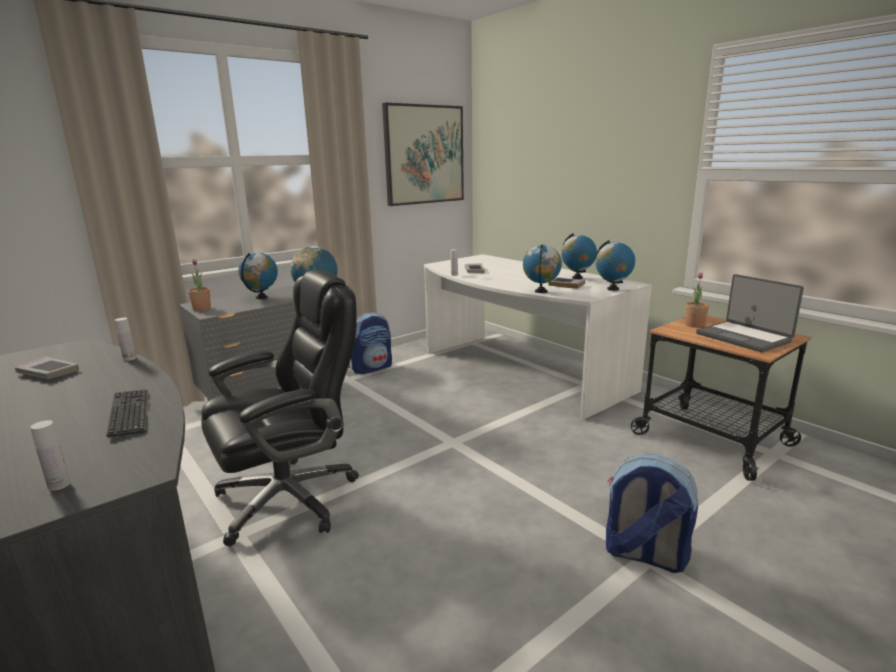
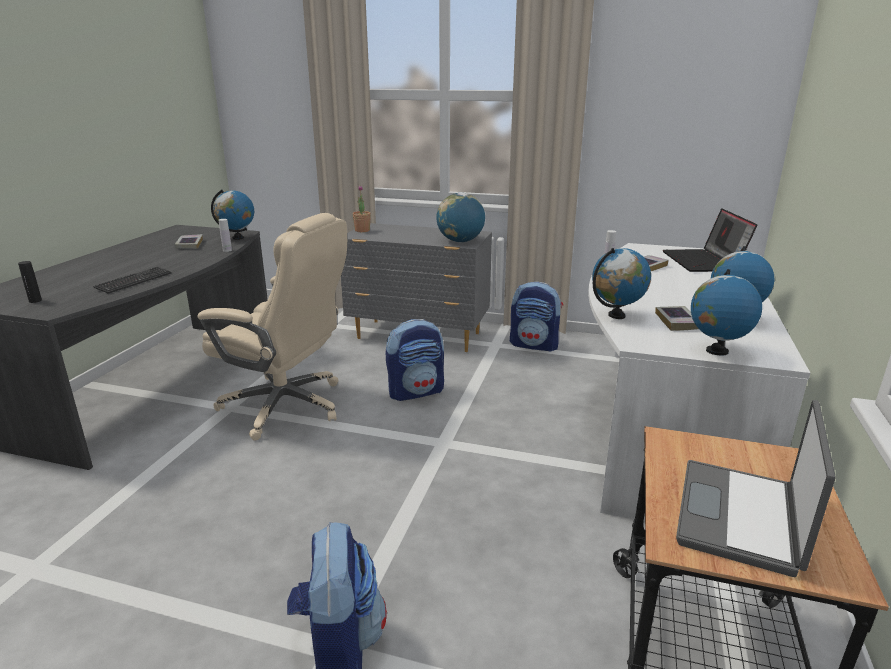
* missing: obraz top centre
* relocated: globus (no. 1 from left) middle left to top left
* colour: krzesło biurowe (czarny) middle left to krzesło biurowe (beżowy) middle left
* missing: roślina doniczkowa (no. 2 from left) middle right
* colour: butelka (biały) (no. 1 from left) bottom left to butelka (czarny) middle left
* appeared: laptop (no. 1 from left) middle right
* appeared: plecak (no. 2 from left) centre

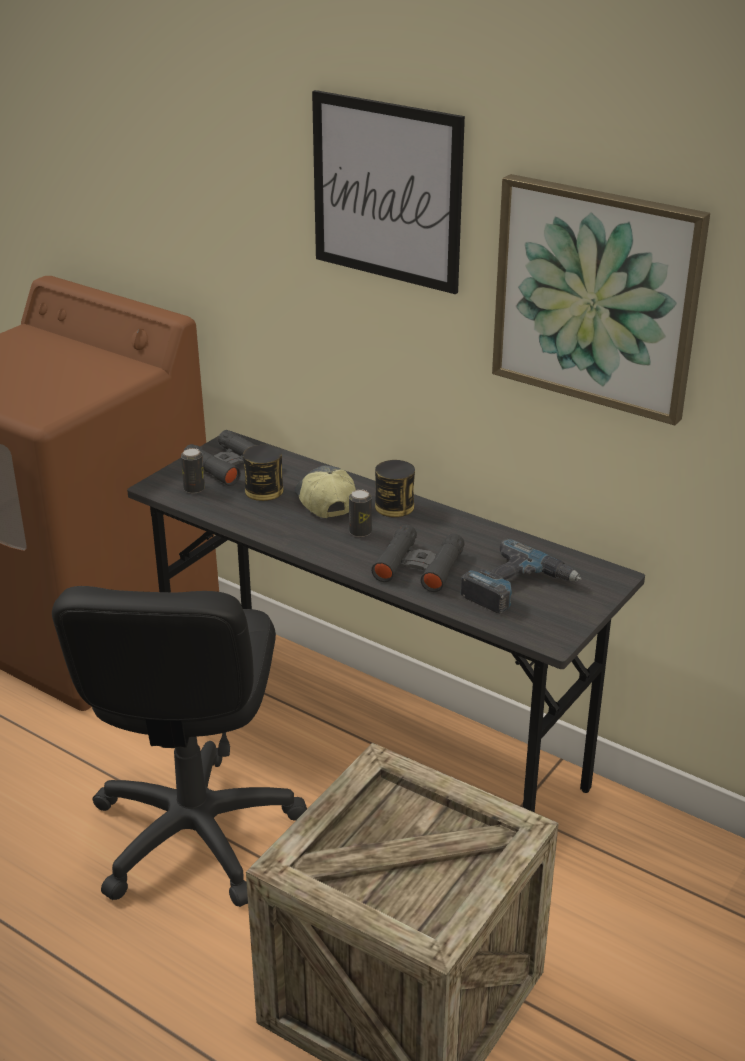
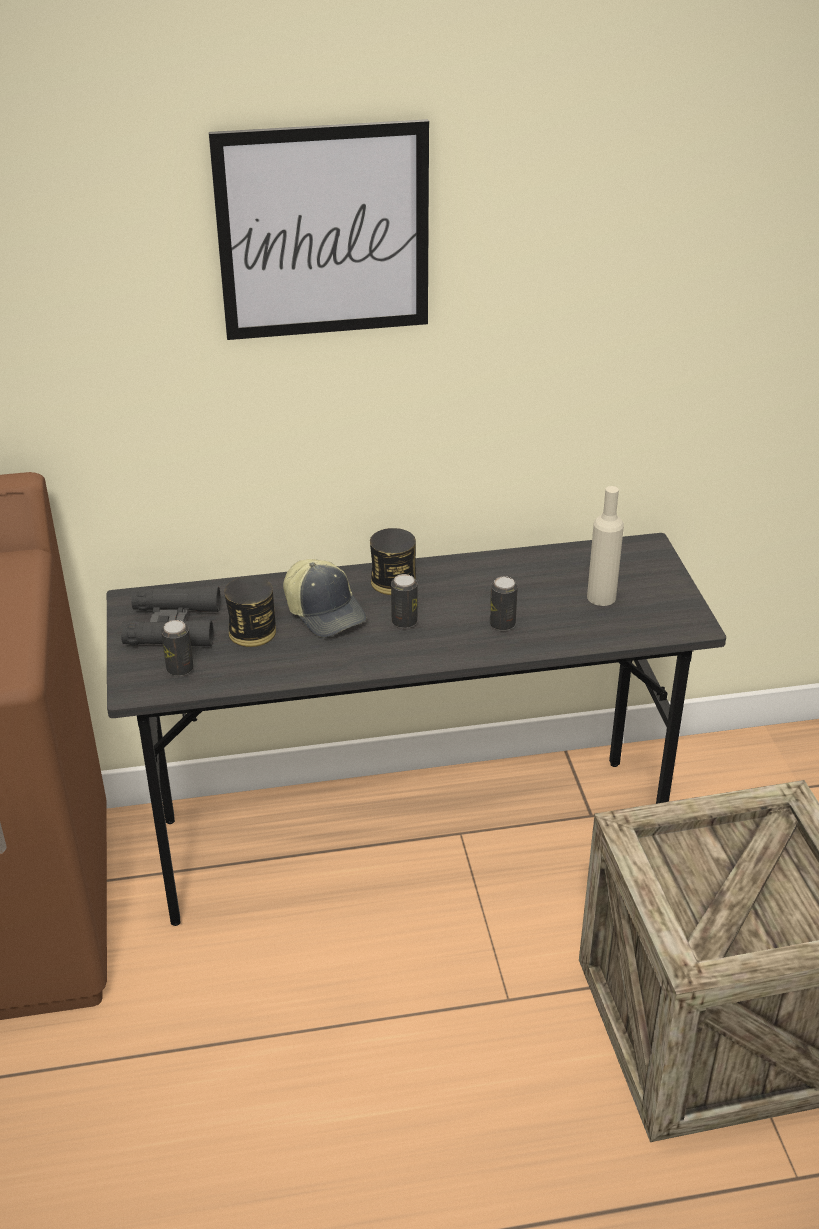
* missing: obraz (no. 2 from left) top right
* spun: czapka z daszkiem centre = centre 150 degrees counterclockwise
* exchanged: lornetka (czarny) (no. 2 from left) centre to puszka (no. 5 from left) centre
* exchanged: wiertarka middle right to butelka (beżowy) middle right
* missing: krzesło biurowe (czarny) bottom left

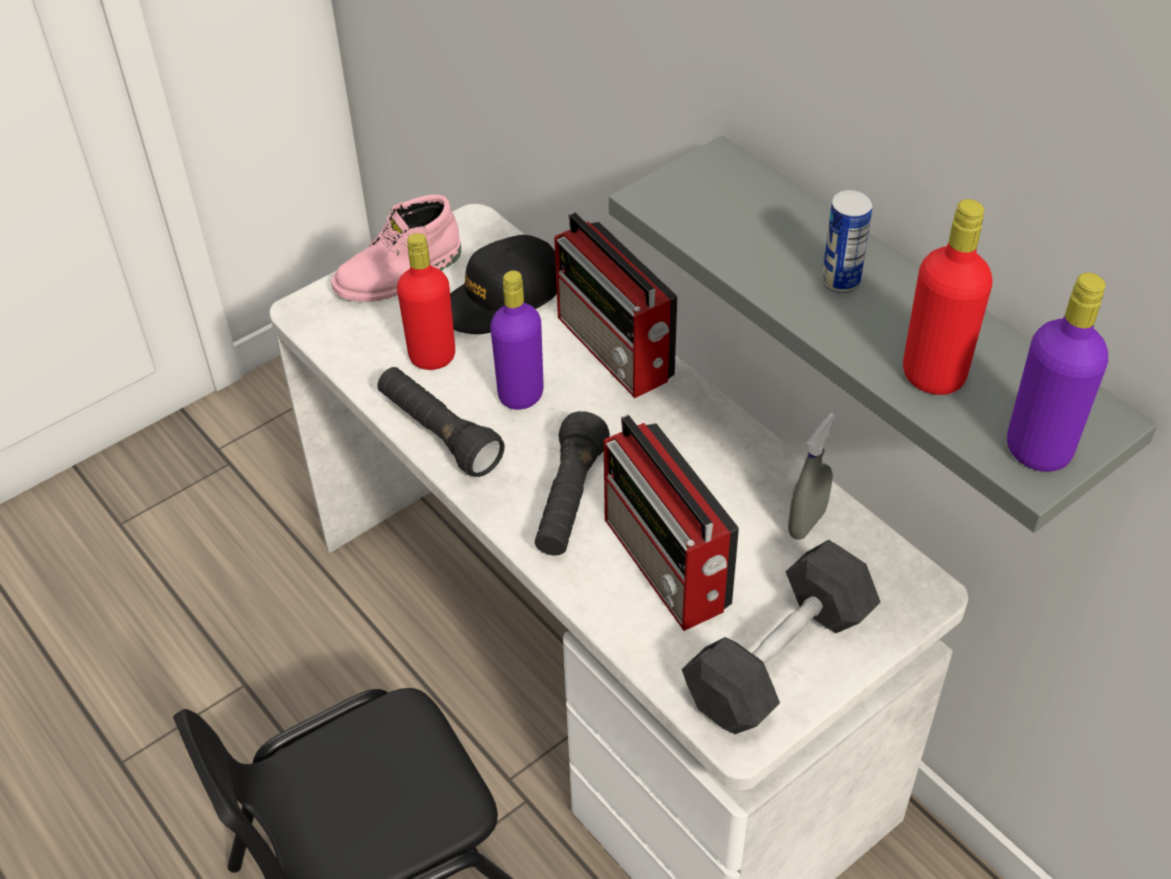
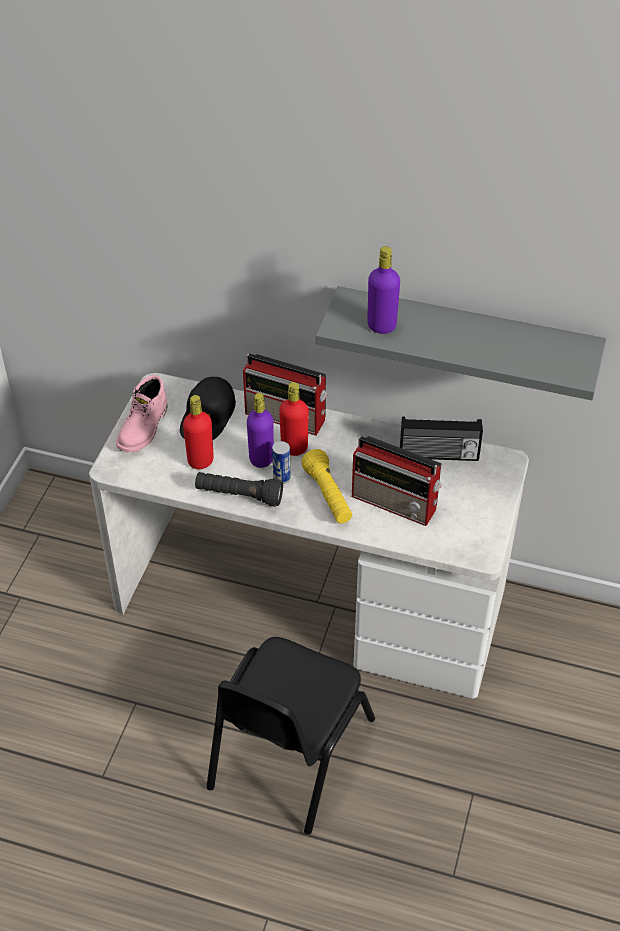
* relocated: puszka top right to centre
* relocated: butelka (czerwony) (no. 2 from left) middle right to centre
* relocated: butelka (fioletowy) (no. 2 from left) middle right to top centre
* colour: latarka (czarny) (no. 2 from left) centre to latarka (żółty) centre
* exchanged: spryskiwacz (szary) middle right to radio (no. 3 from left) middle right
* missing: hantel (szary) bottom right

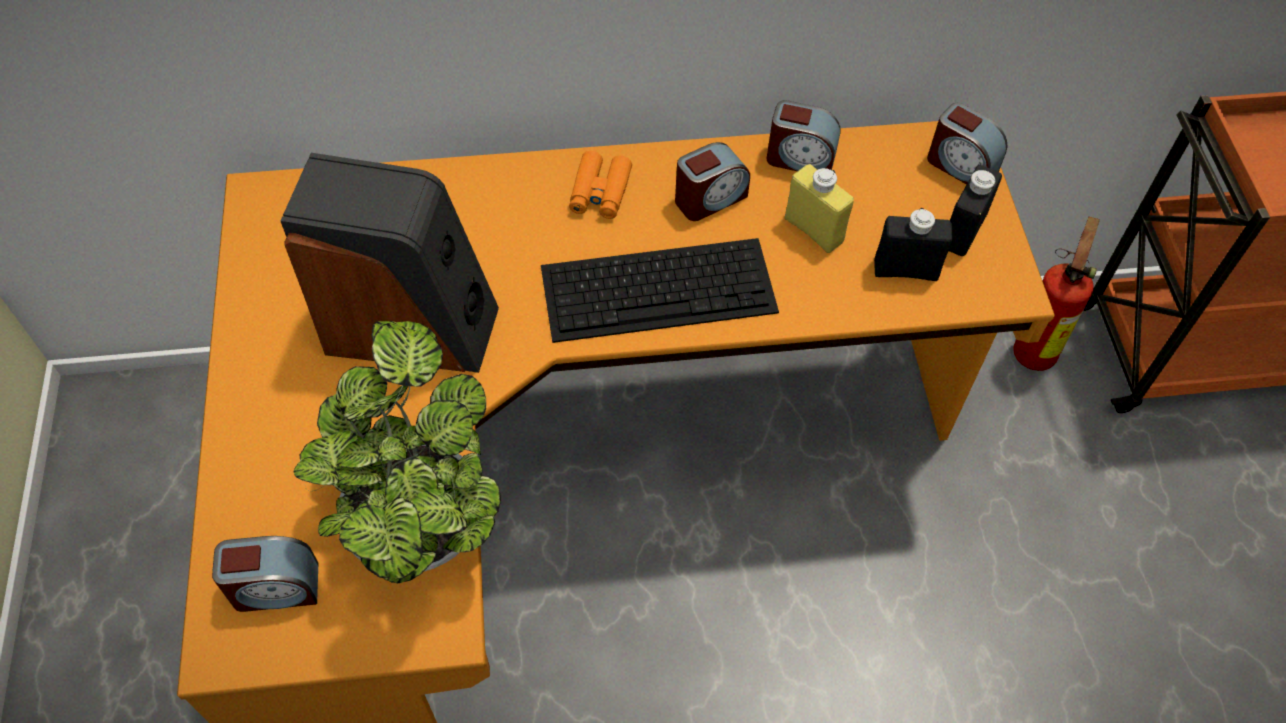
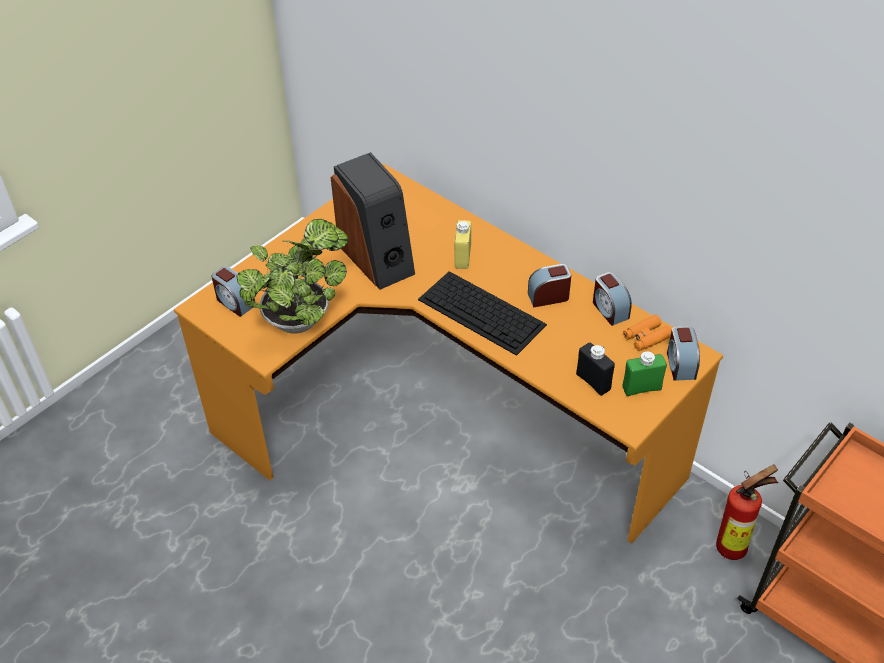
* spun: budzik (no. 2 from left) top centre = centre 150 degrees clockwise
* relocated: lornetka (pomarańczowy) top centre to middle right
* relocated: butelka (żółty) top centre to centre
* colour: butelka (czarny) (no. 2 from left) top right to butelka (zielony) middle right

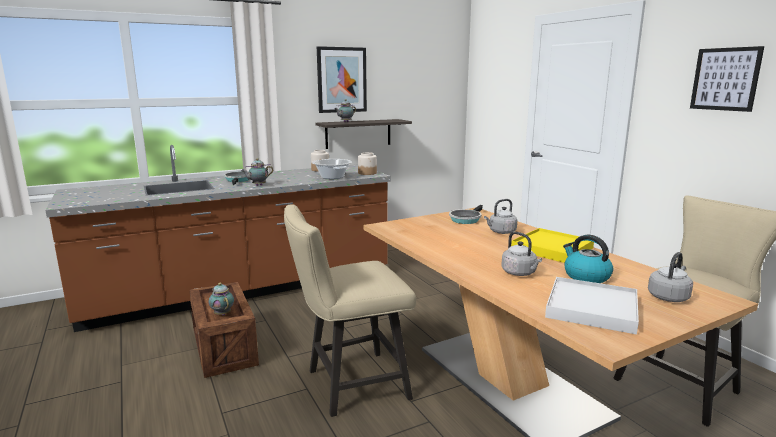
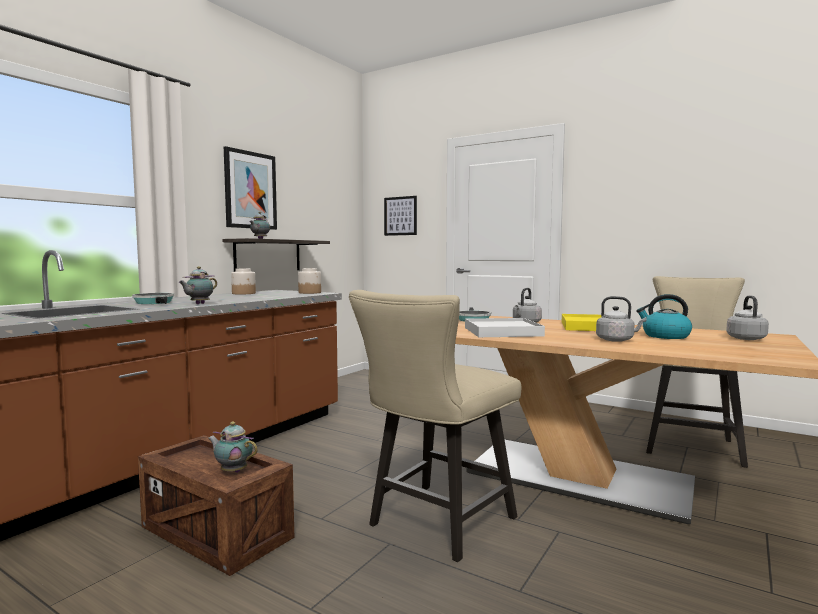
* relocated: obraz (no. 2 from left) top right to centre
* missing: garnek centre
* relocated: taca (biały) bottom right to centre

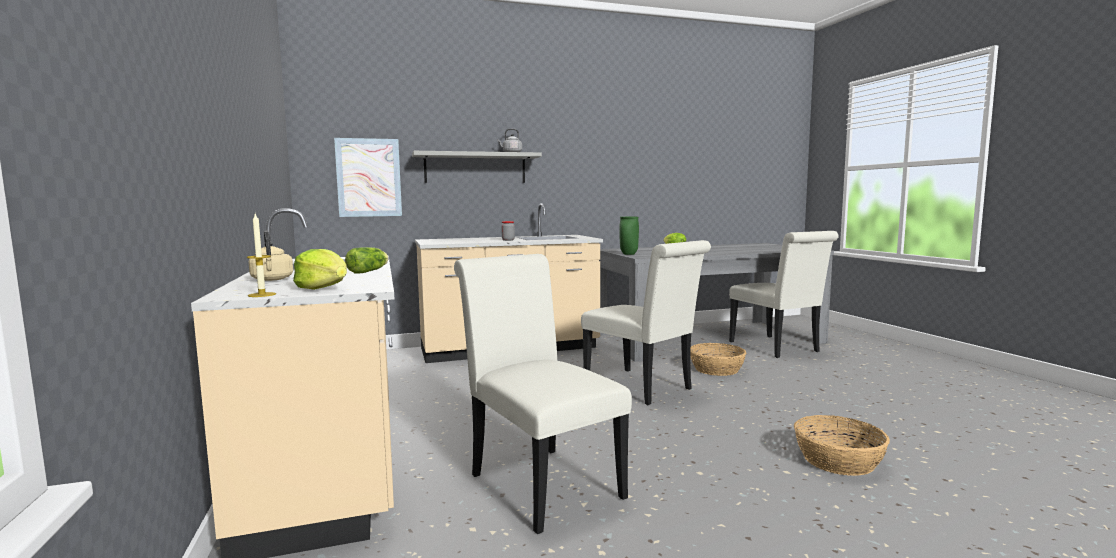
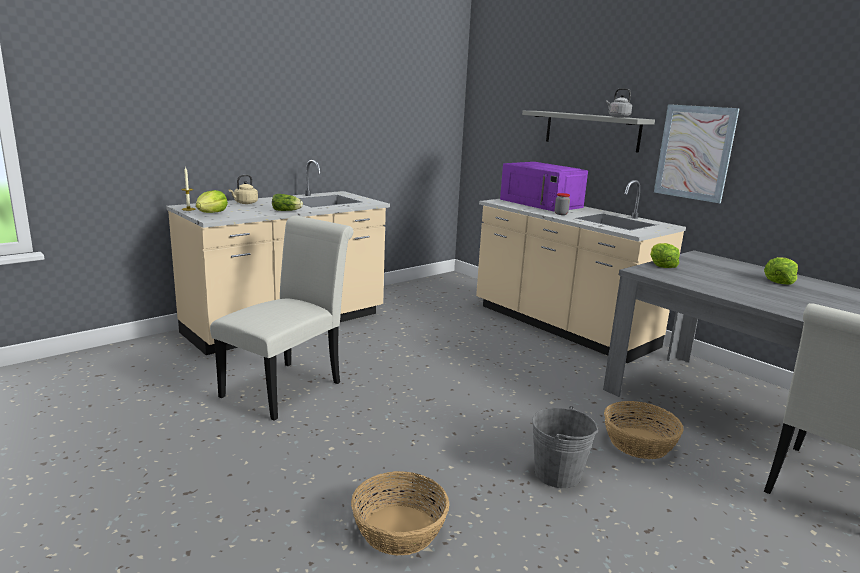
* relocated: obraz top left to top right
* exchanged: wazon (zielony) centre to sałata (no. 3 from left) middle right
* missing: krzesło (biały) (no. 2 from left) centre
* appeared: mikrofalówka (fioletowy) top centre
* appeared: wiadro (szary) bottom centre

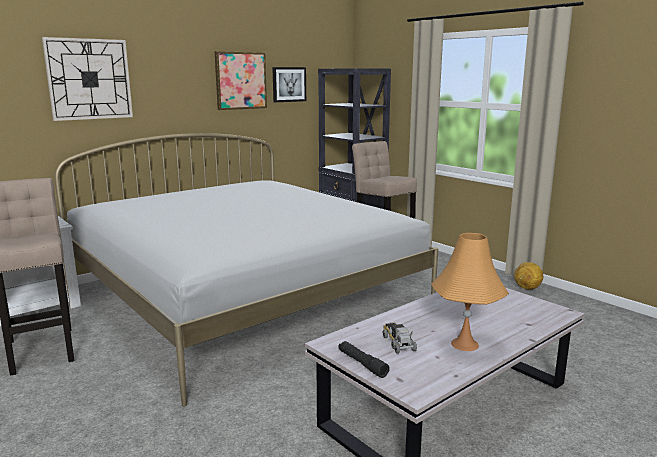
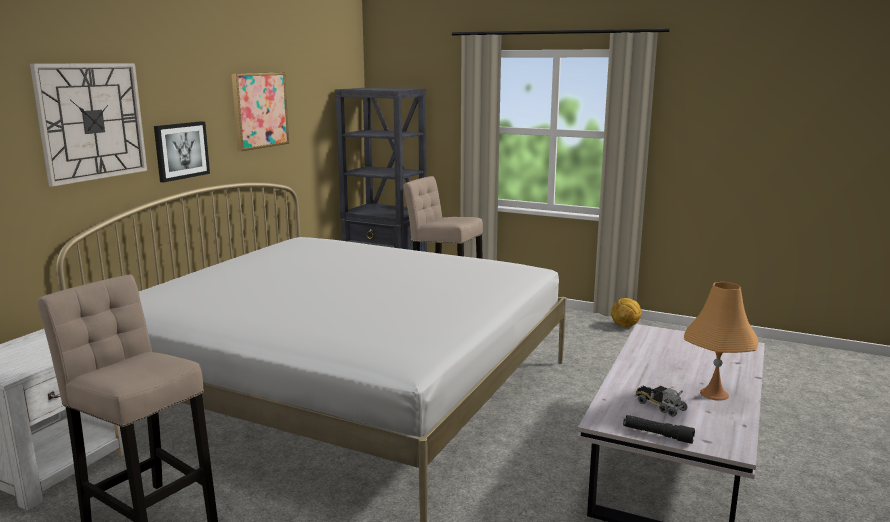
* relocated: obraz (no. 2 from left in the first image) top centre to obraz (no. 1 from left) top left

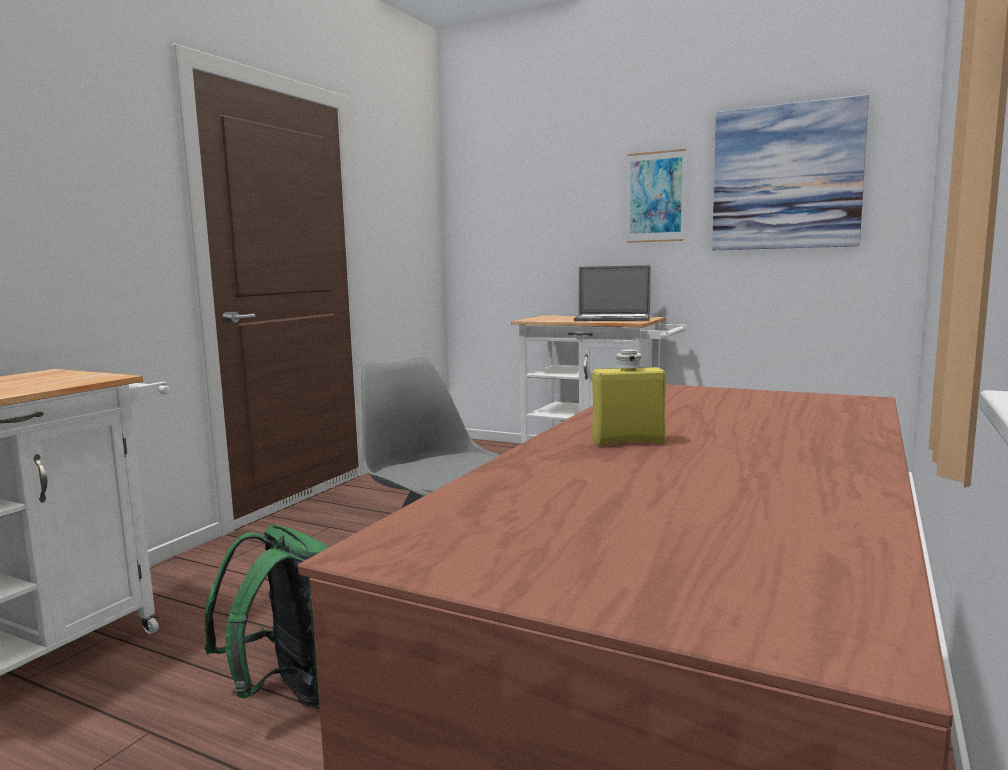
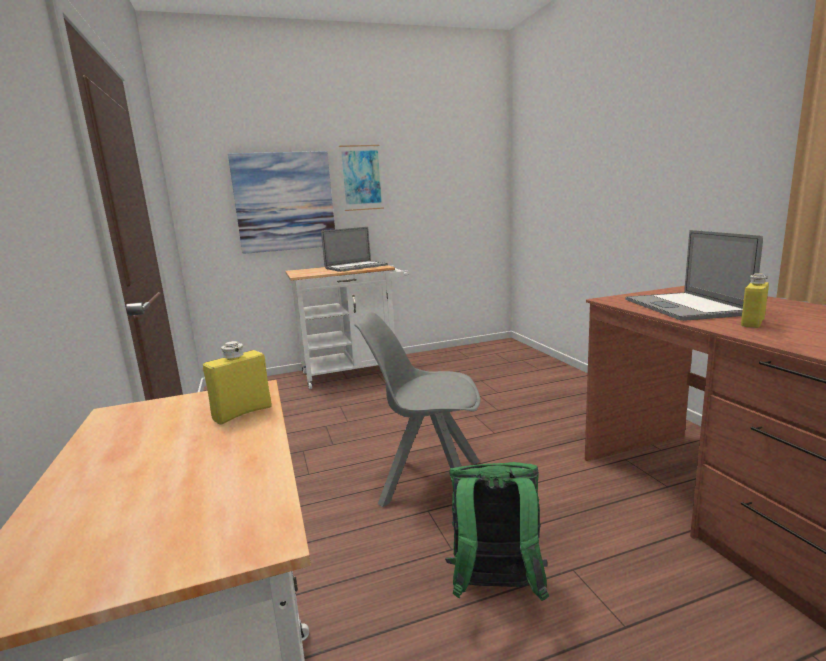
* relocated: obraz (no. 2 from left in the first image) top right to obraz (no. 1 from left) top centre
* appeared: laptop (no. 2 from left) middle right
* appeared: butelka (żółty) (no. 1 from left) middle left

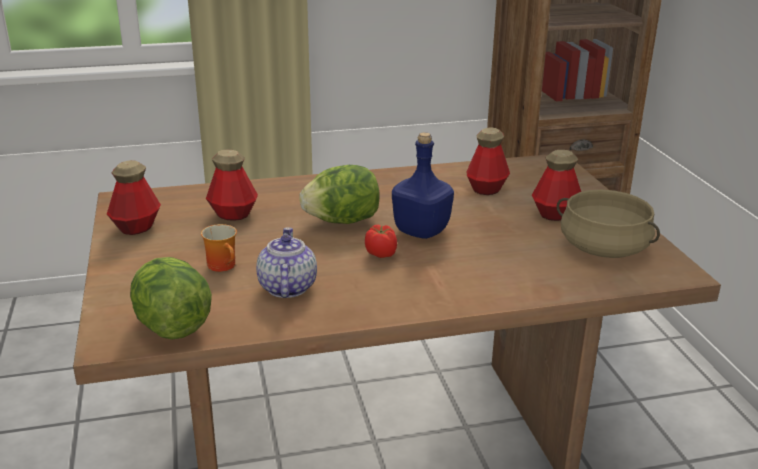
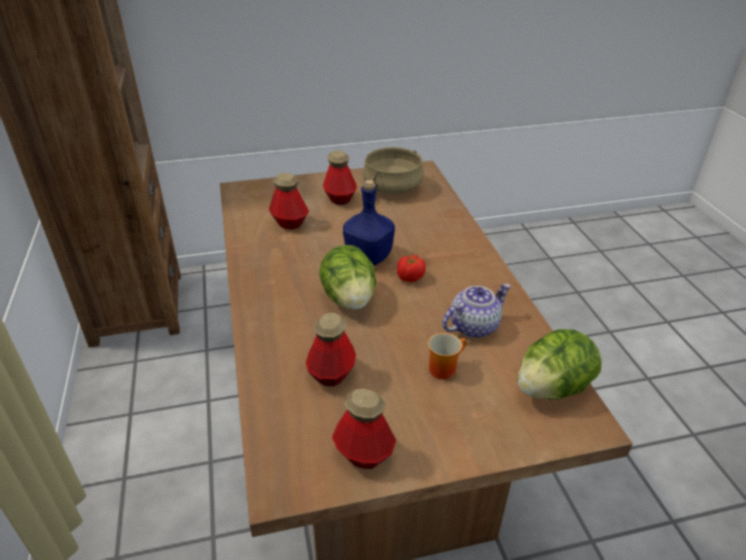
* spun: imbryk centre = centre 150 degrees clockwise

